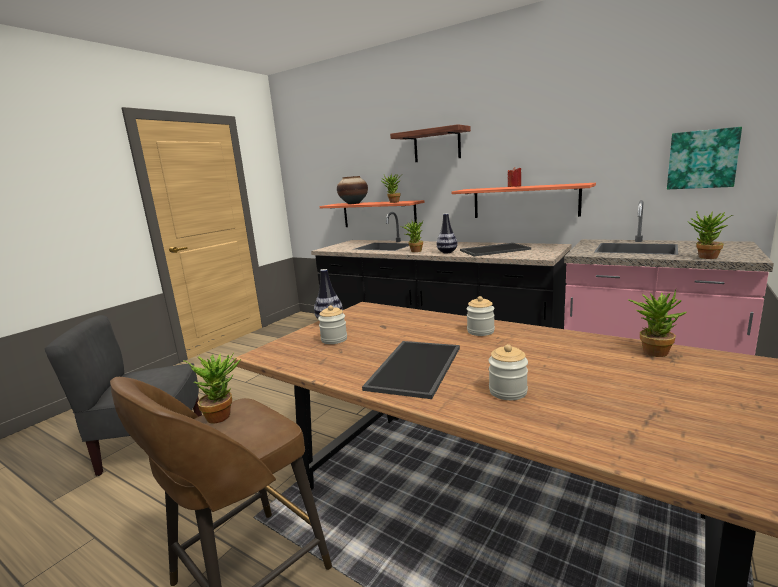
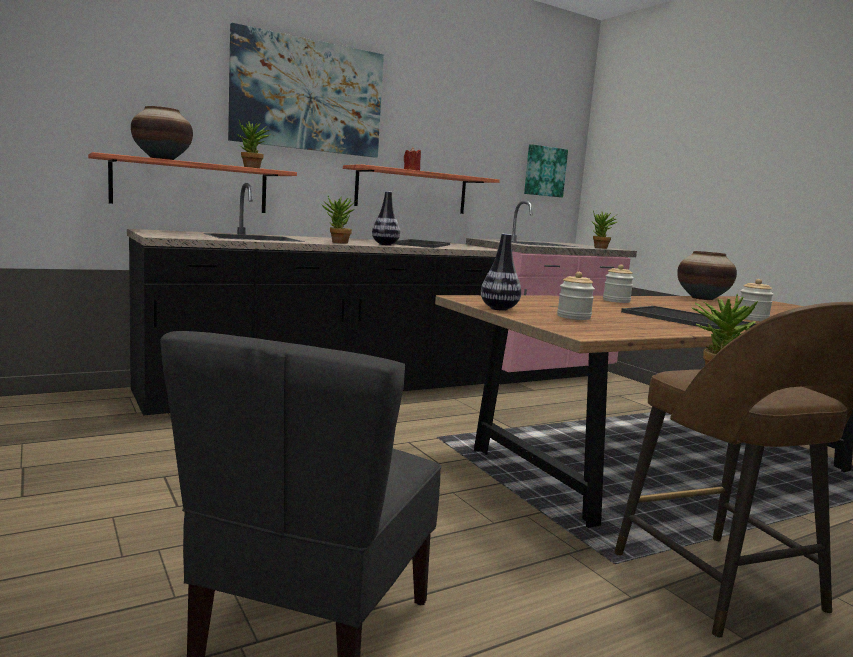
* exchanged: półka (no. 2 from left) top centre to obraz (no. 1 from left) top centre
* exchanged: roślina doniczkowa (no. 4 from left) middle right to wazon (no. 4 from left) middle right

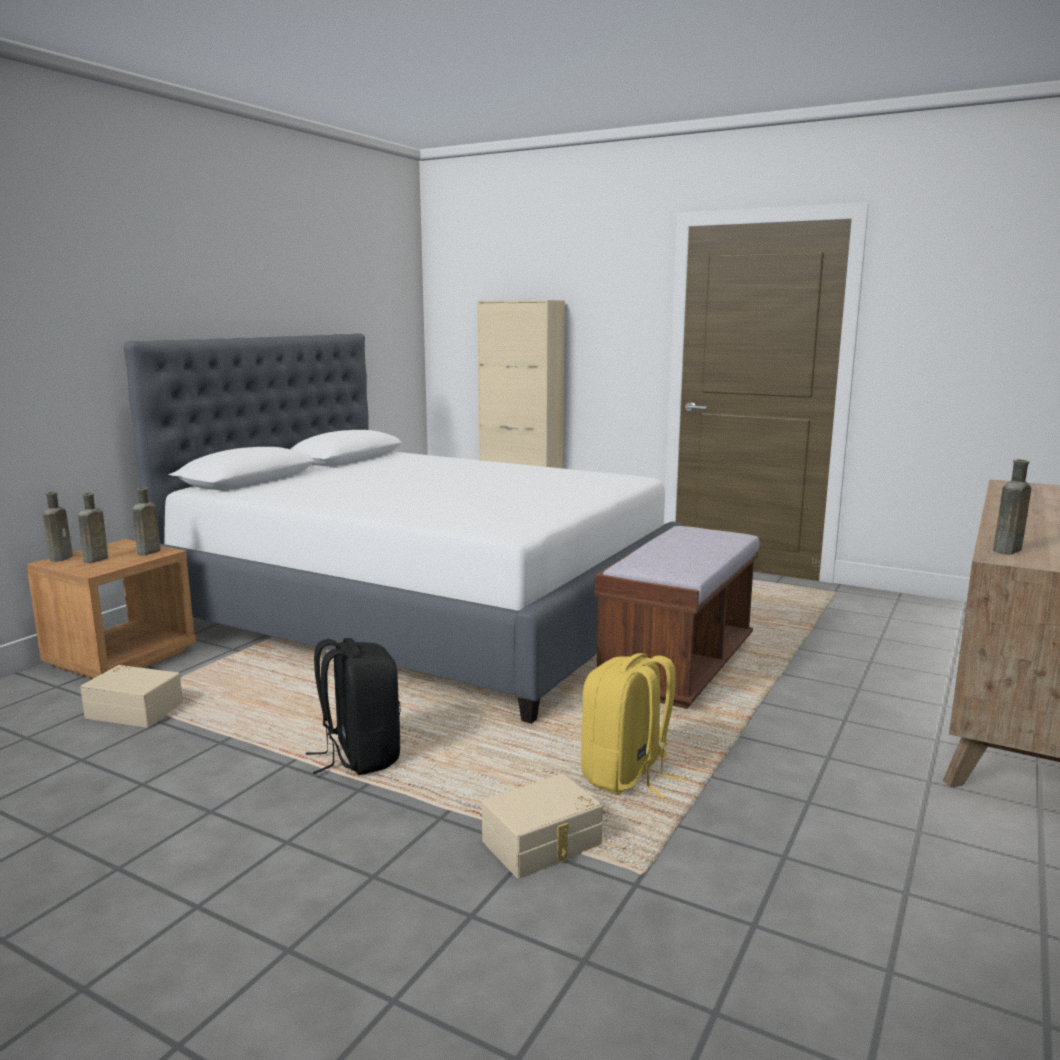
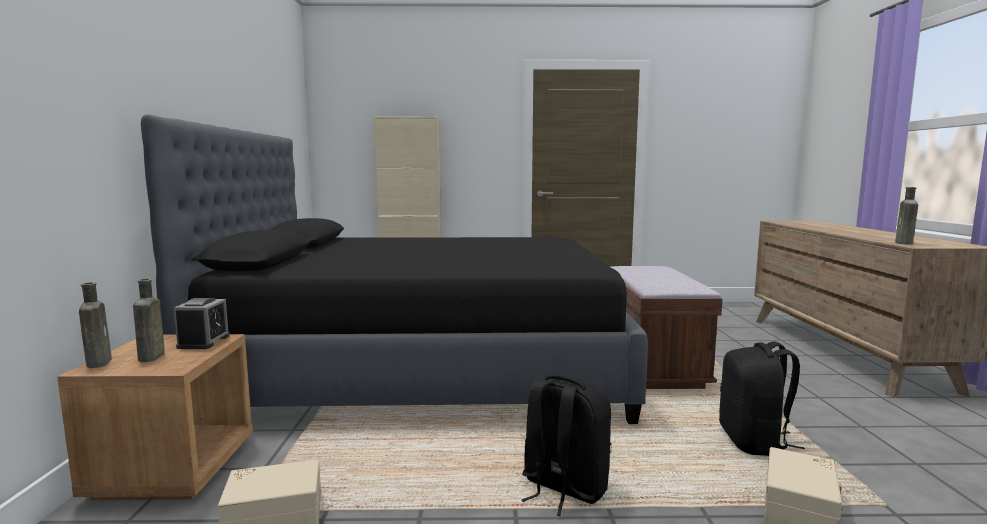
* colour: łóżko (biały) centre to łóżko (czarny) centre
* exchanged: butelka (brązowy) (no. 3 from left) middle left to budzik middle left
* colour: plecak (żółty) bottom centre to plecak (czarny) (no. 2 from left) bottom right

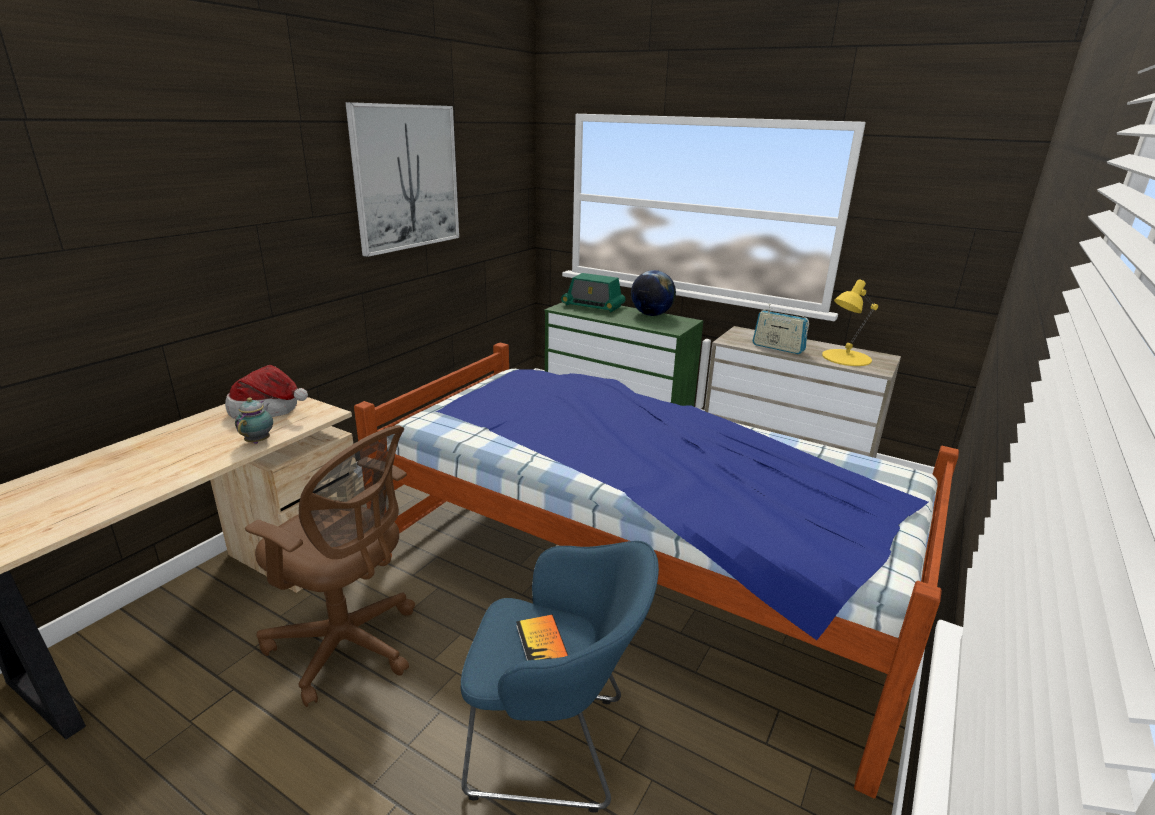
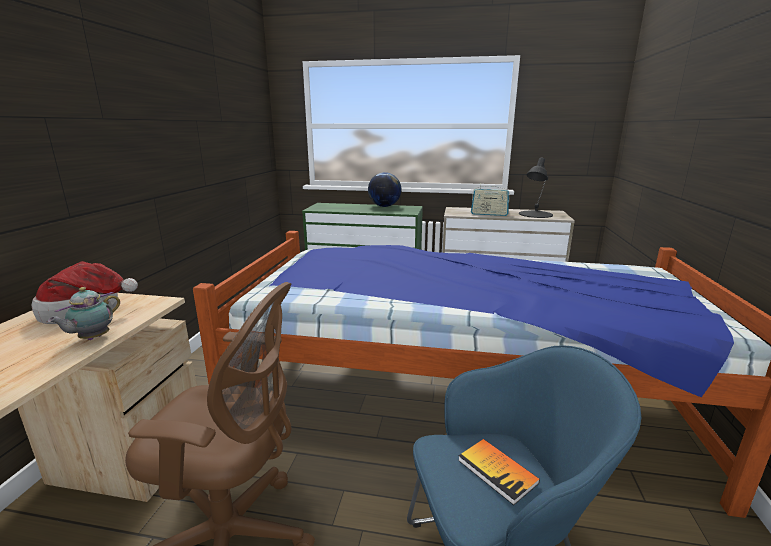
* missing: obraz top centre
* missing: radio (no. 1 from left) centre
* colour: lampa stołowa (żółty) middle right to lampa stołowa (czarny) middle right
* spun: imbryk middle left = middle left 135 degrees counterclockwise

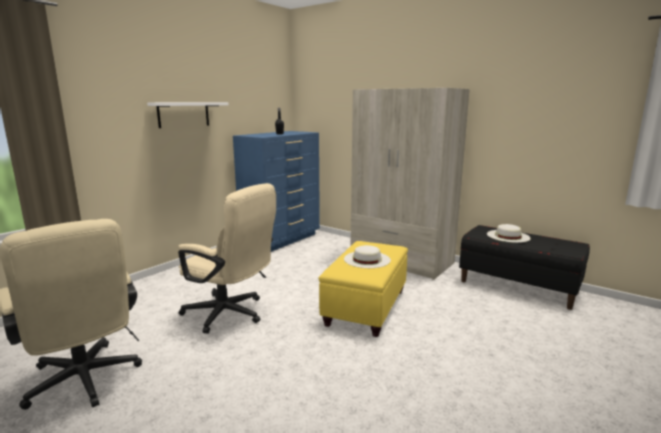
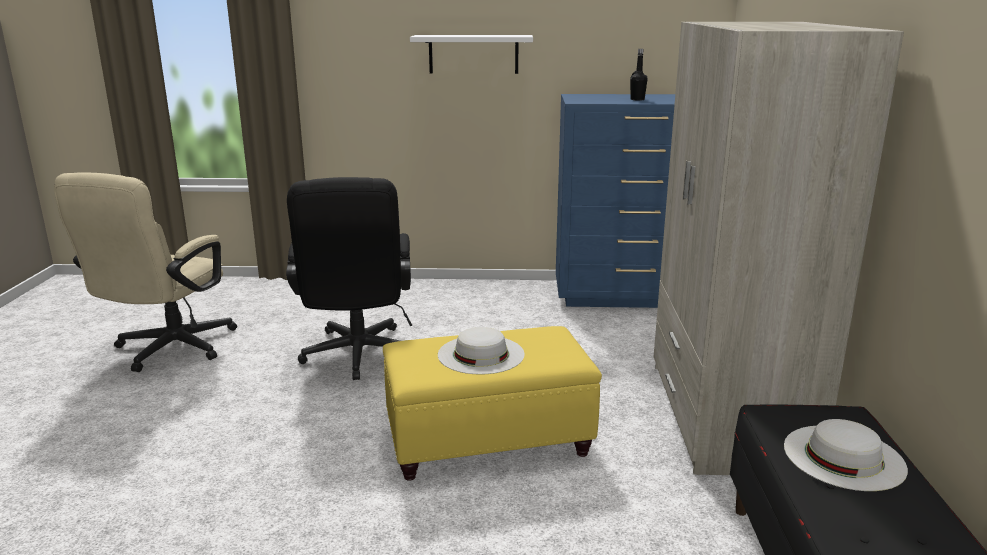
* colour: krzesło biurowe (beżowy) (no. 2 from left) centre to krzesło biurowe (czarny) centre

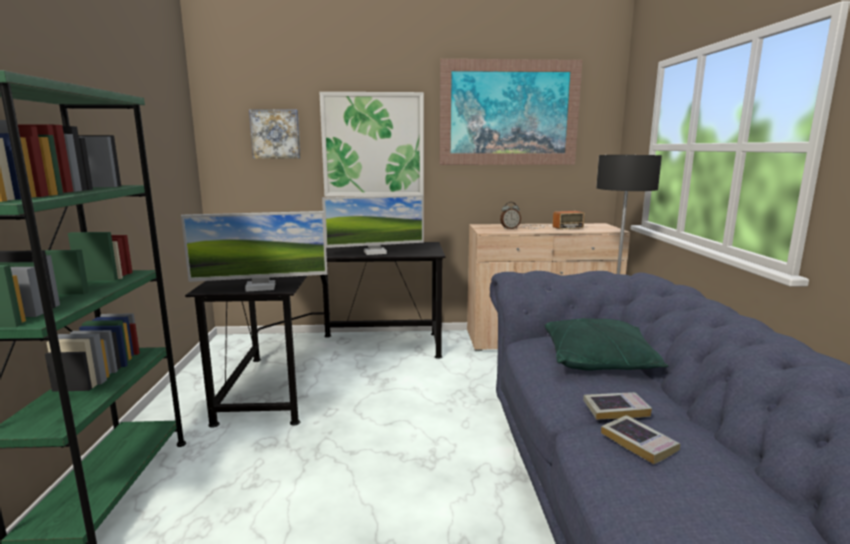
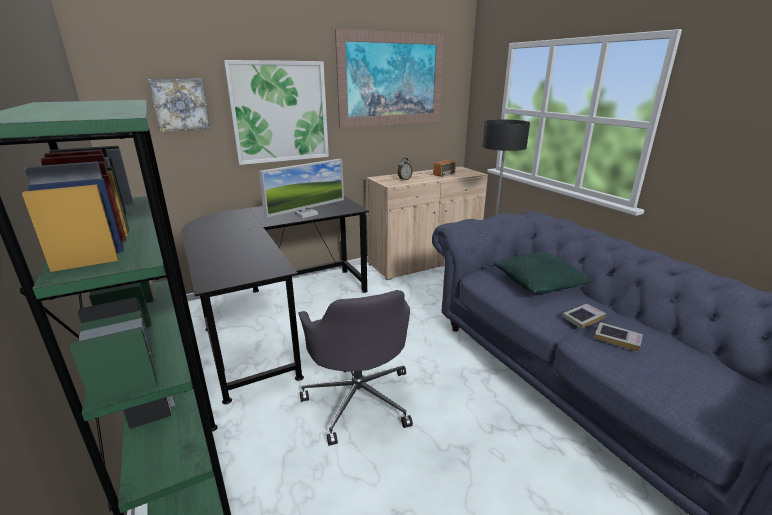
* missing: monitor (no. 1 from left) middle left
* appeared: krzesło biurowe (szary) bottom centre

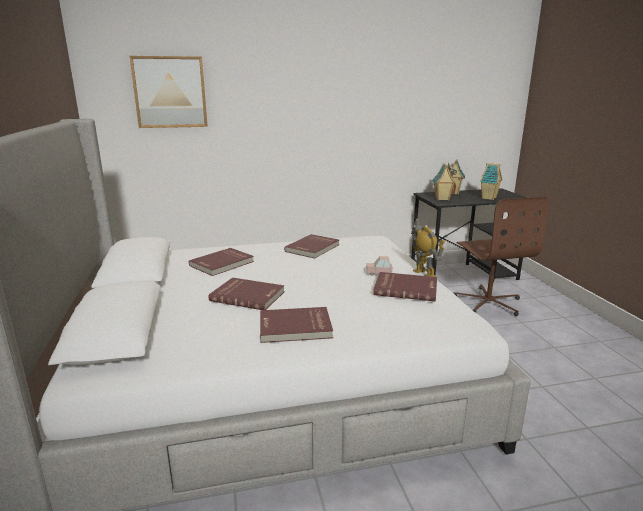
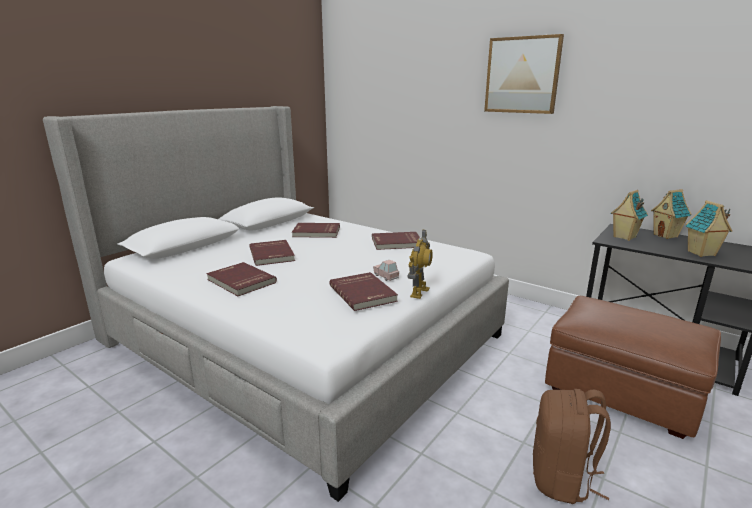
* relocated: obraz top left to top right
* exchanged: krzesło biurowe (brązowy) middle right to pufa (brązowy) bottom right
* appeared: plecak (brązowy) bottom right

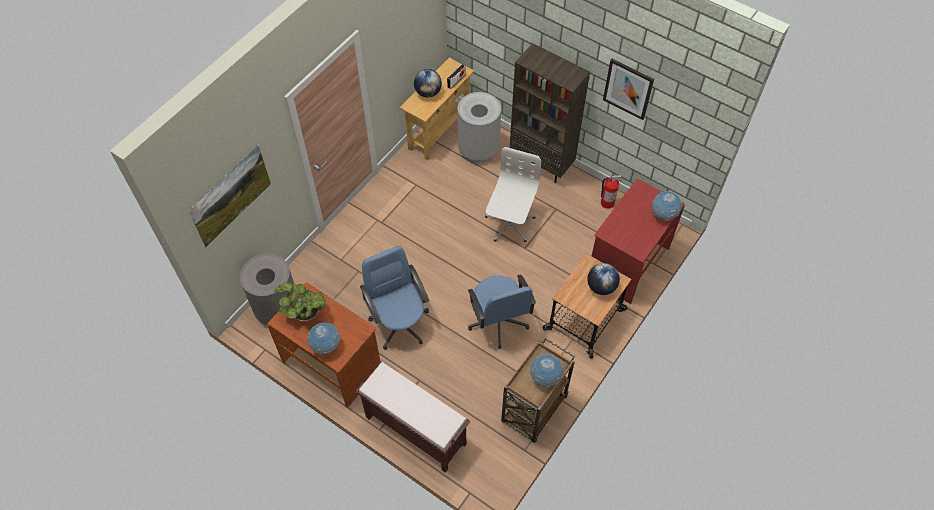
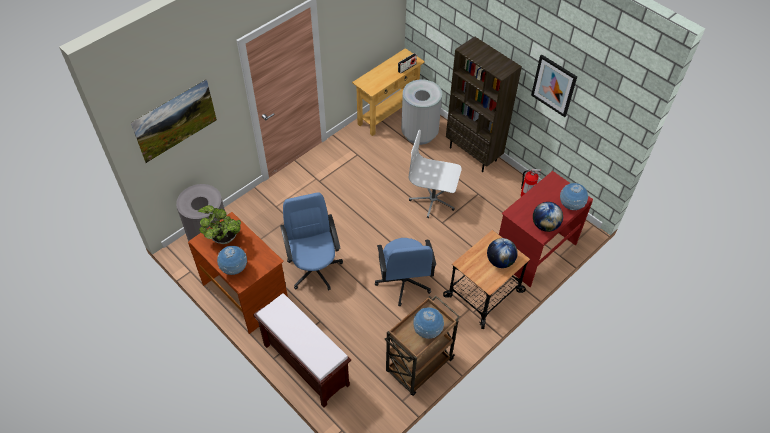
* relocated: globus (no. 2 from left in the first image) top centre to globus (no. 4 from left) middle right
* spun: krzesło biurowe (biały) centre = centre 105 degrees counterclockwise

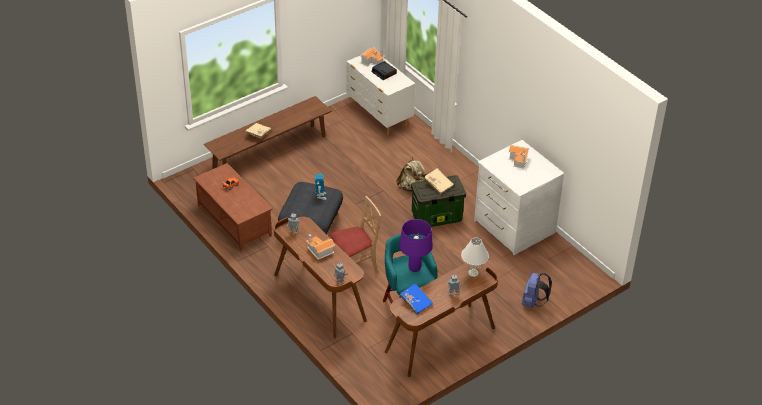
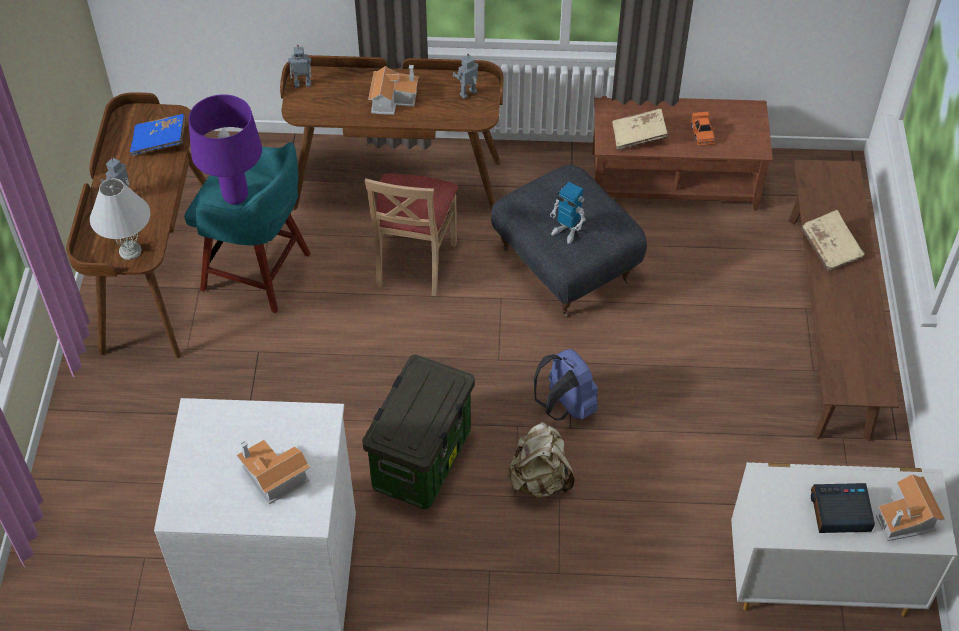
* relocated: książka (beżowy) (no. 2 from left in the first image) centre to książka (beżowy) (no. 1 from left) top right
* relocated: plecak (niebieski) bottom right to centre

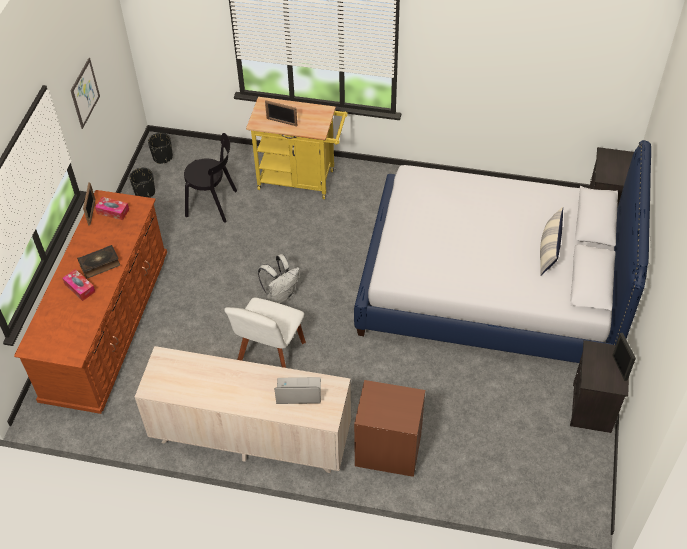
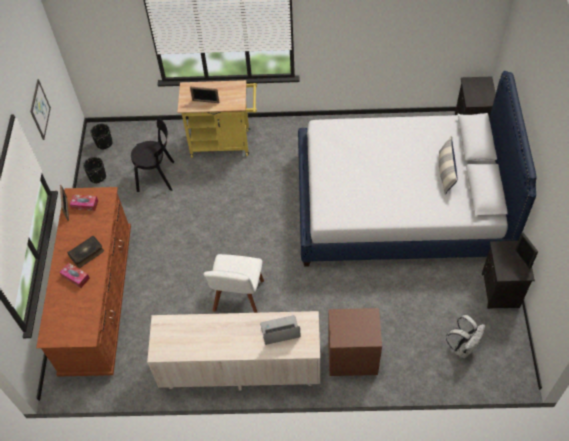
* relocated: plecak (biały) centre to bottom right

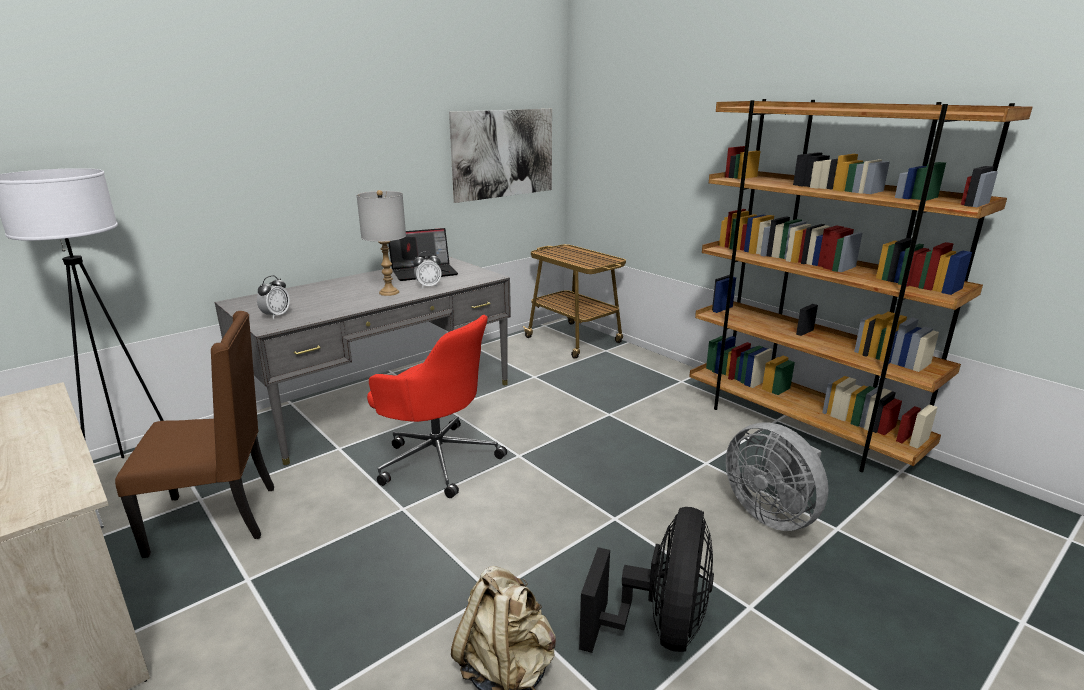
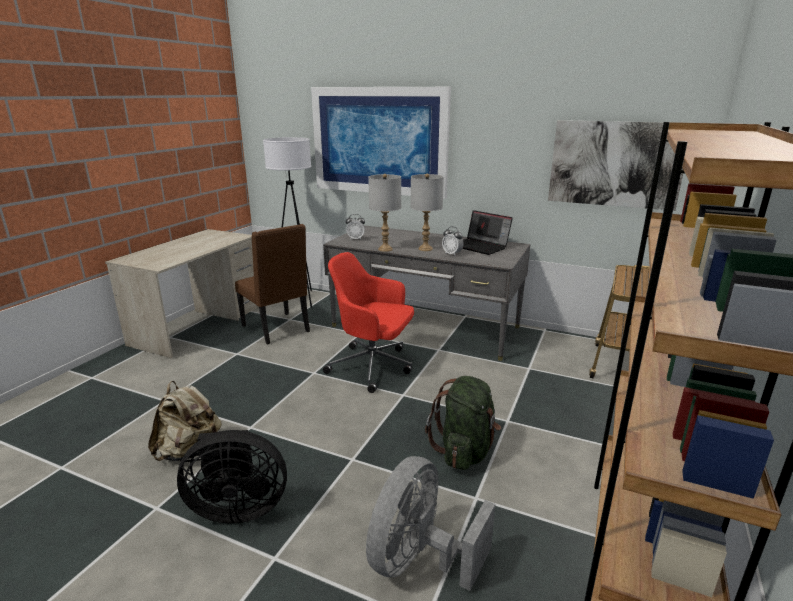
* spun: krzesło biurowe (czerwony) centre = centre 105 degrees clockwise
* appeared: obraz (no. 1 from left) top centre
* appeared: lampa stołowa (szary) (no. 1 from left) centre
* appeared: plecak (zielony) bottom centre

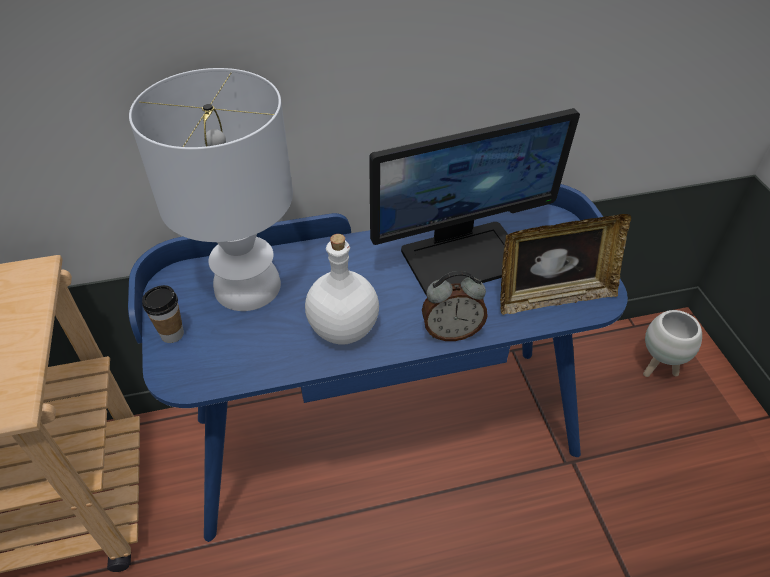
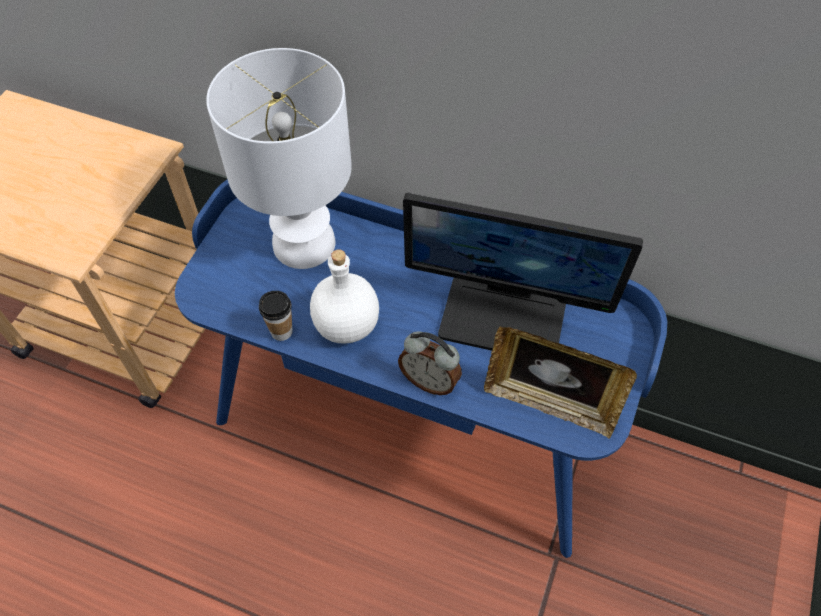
* relocated: filiżanka middle left to centre
* missing: donica (biały) middle right

